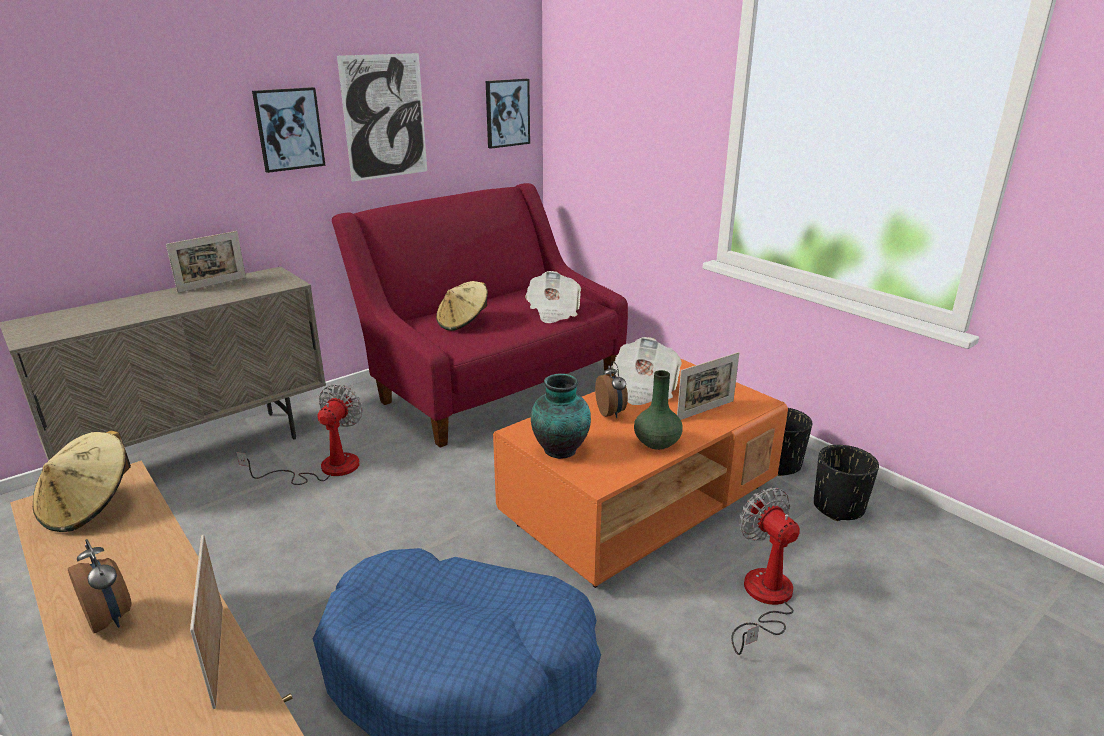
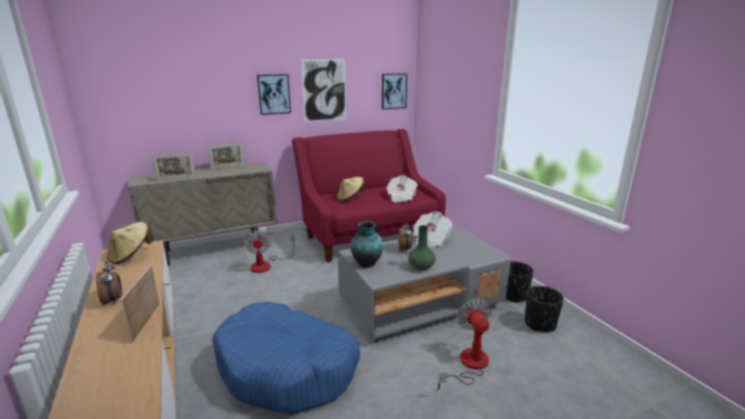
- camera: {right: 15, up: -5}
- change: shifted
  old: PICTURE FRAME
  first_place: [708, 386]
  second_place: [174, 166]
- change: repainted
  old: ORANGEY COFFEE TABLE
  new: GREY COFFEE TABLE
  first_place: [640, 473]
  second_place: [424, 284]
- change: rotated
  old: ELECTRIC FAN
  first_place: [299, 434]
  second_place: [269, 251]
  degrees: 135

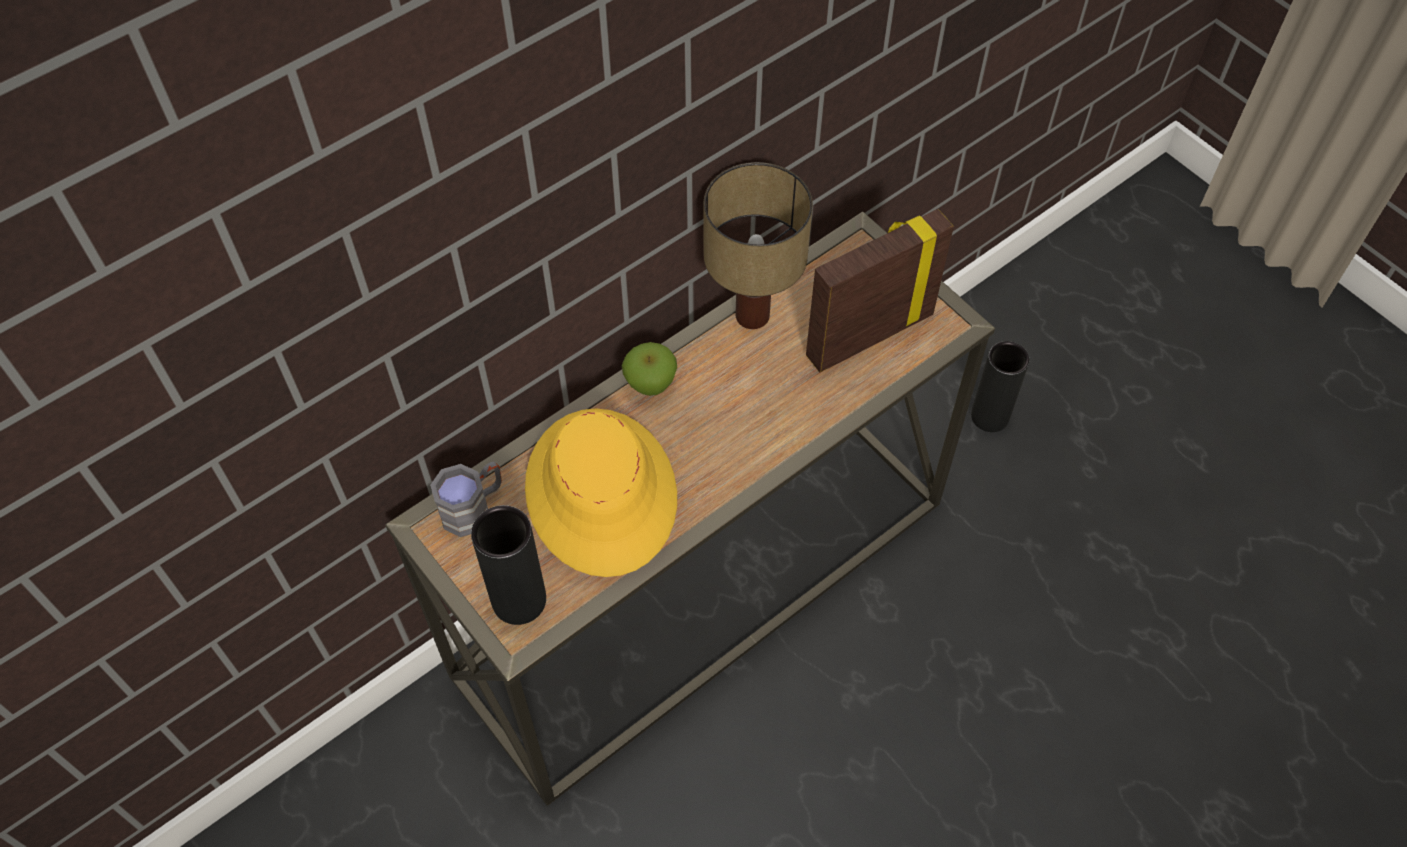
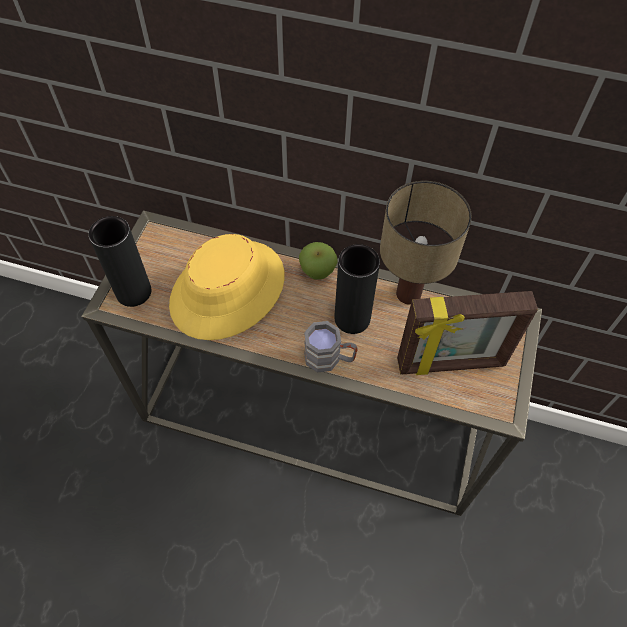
- camera: {right: 55, up: 0}
- change: rotated
  old: PICTURE FRAME
  first_place: [880, 290]
  second_place: [467, 333]
  degrees: 150
- change: shifted
  old: BLACKISH DECORATIVE VASE
  first_place: [1000, 386]
  second_place: [357, 289]
- change: shifted
  old: GREY COFFEE MUG
  first_place: [466, 499]
  second_place: [331, 347]

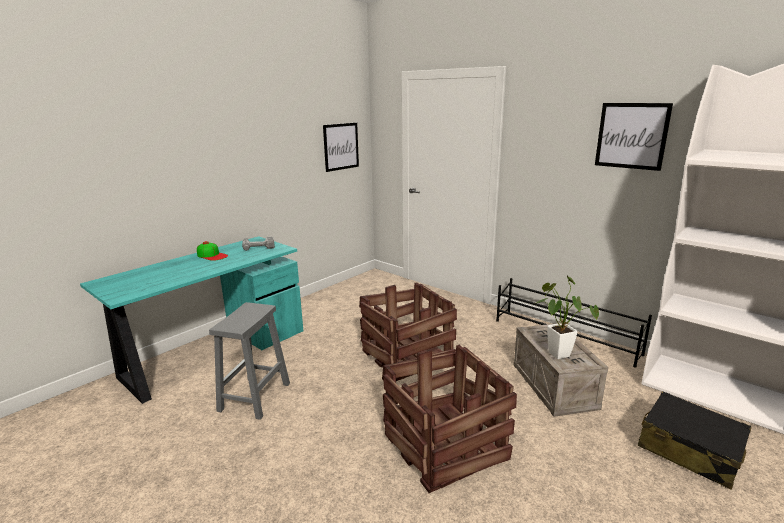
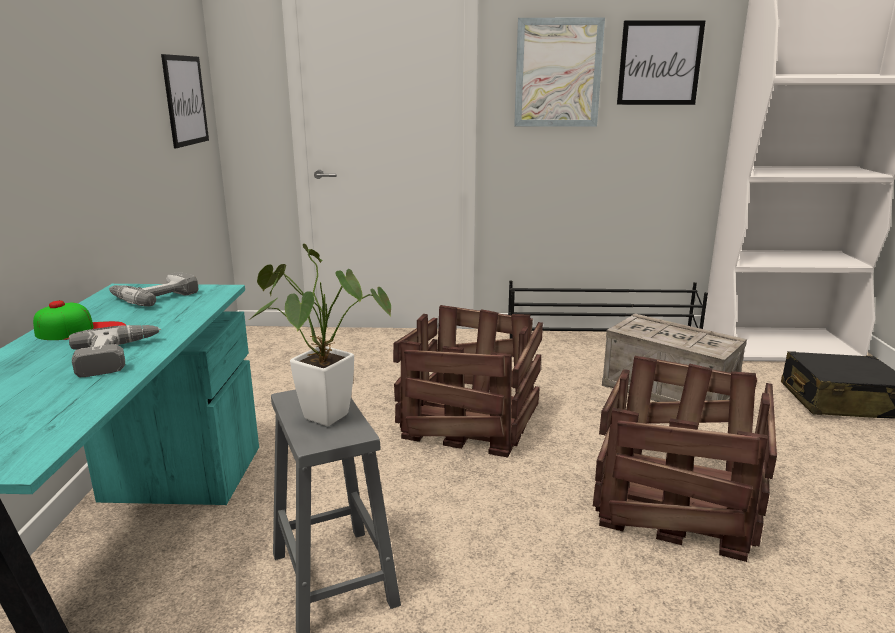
- camera: {right: -40, up: 0}
- change: shifted
  old: PLANT IN A POT
  first_place: [567, 317]
  second_place: [320, 335]
- change: new
  new: WALL ART
  second_place: [559, 72]
- change: new
  new: ELECTRIC DRILL
  second_place: [115, 351]

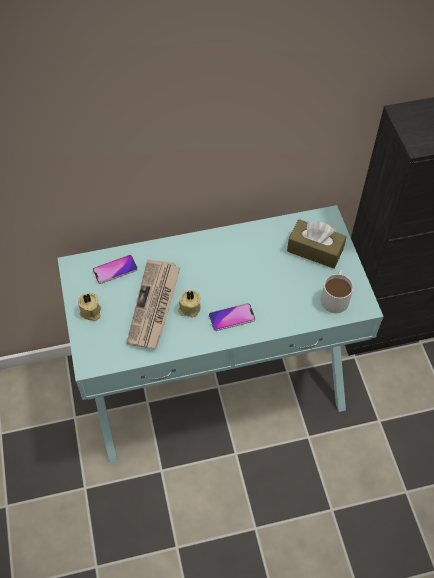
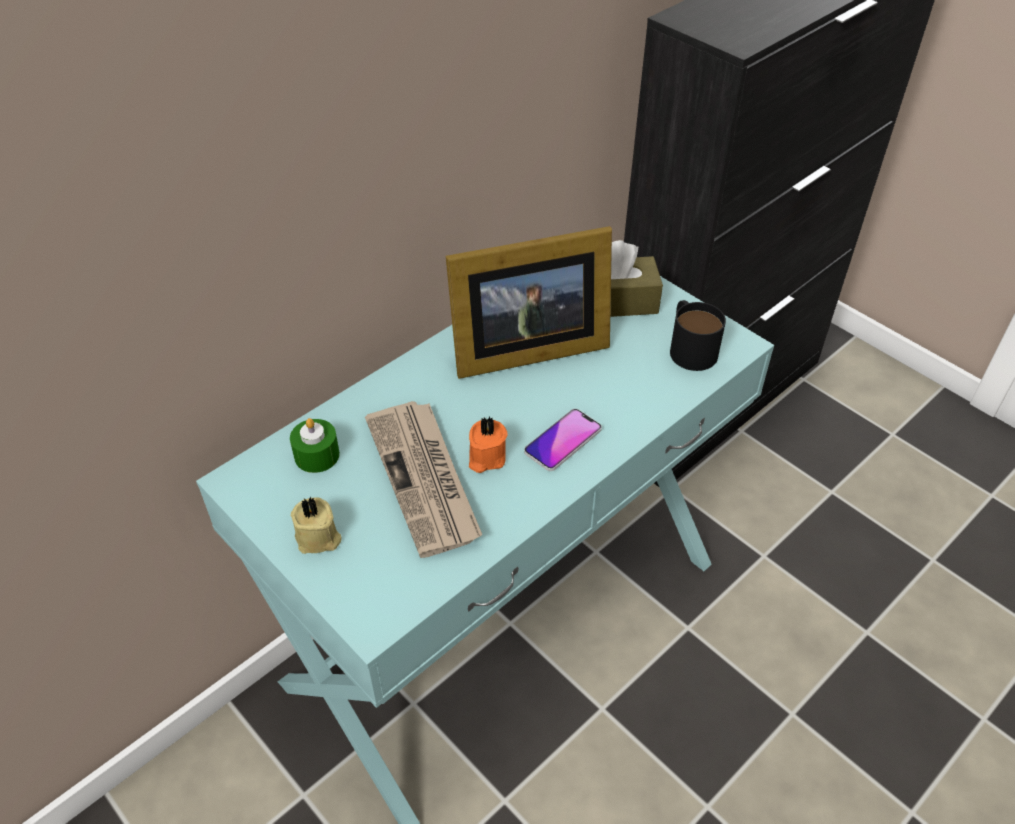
- camera: {right: -30, up: -10}
- change: swapped
  old: TELEPHONE
  new: GREENISH CANDLE
  first_place: [115, 269]
  second_place: [315, 445]
- change: repainted
  old: WHITE COFFEE MUG
  new: BLACKISH COFFEE MUG
  first_place: [337, 291]
  second_place: [698, 335]
- change: repainted
  old: SAND-COLOURED CANDLE
  new: ORANGEY CANDLE
  first_place: [189, 304]
  second_place: [488, 445]
- change: new
  new: PICTURE FRAME
  second_place: [529, 302]

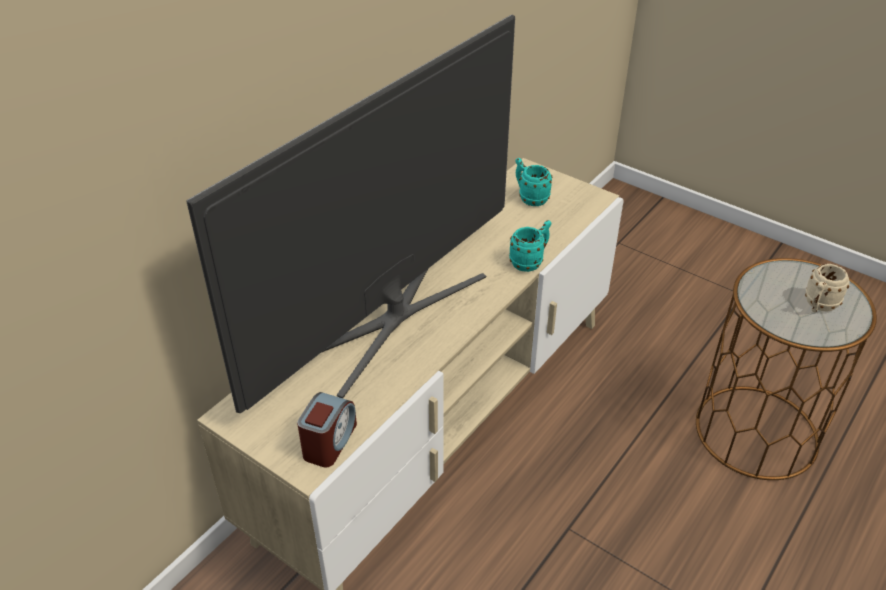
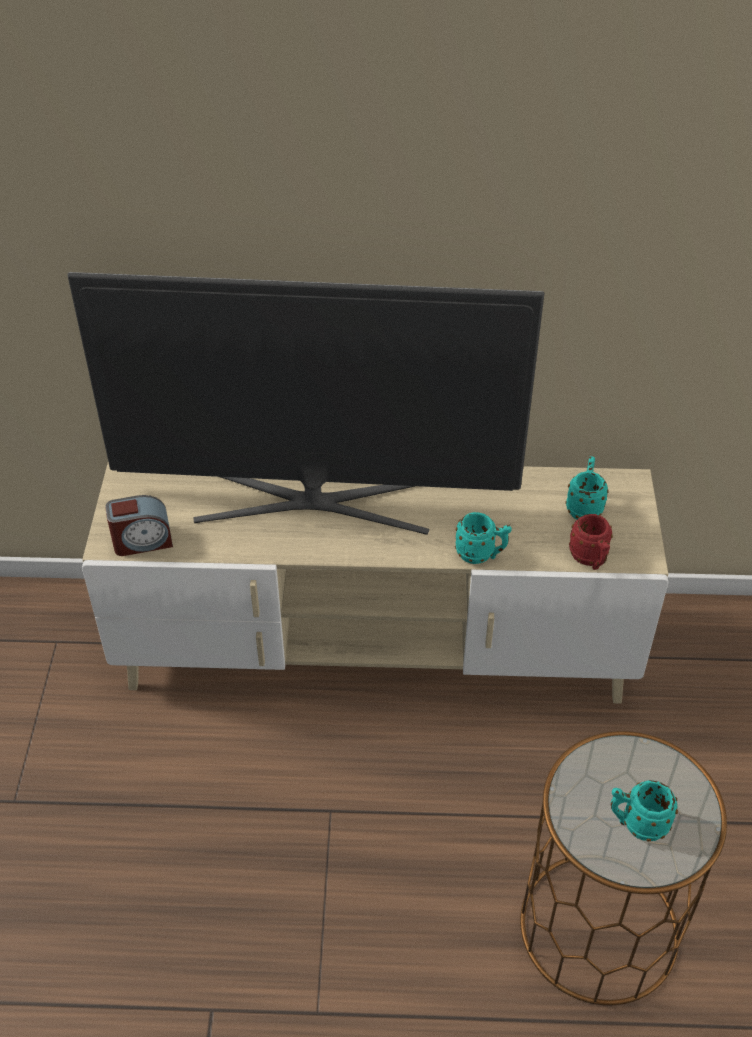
- camera: {right: 55, up: 5}
- change: repainted
  old: SAND-COLOURED COFFEE MUG
  new: BLUE-GREEN COFFEE MUG
  first_place: [827, 288]
  second_place: [644, 810]
- change: new
  new: REDDISH COFFEE MUG
  second_place: [591, 542]

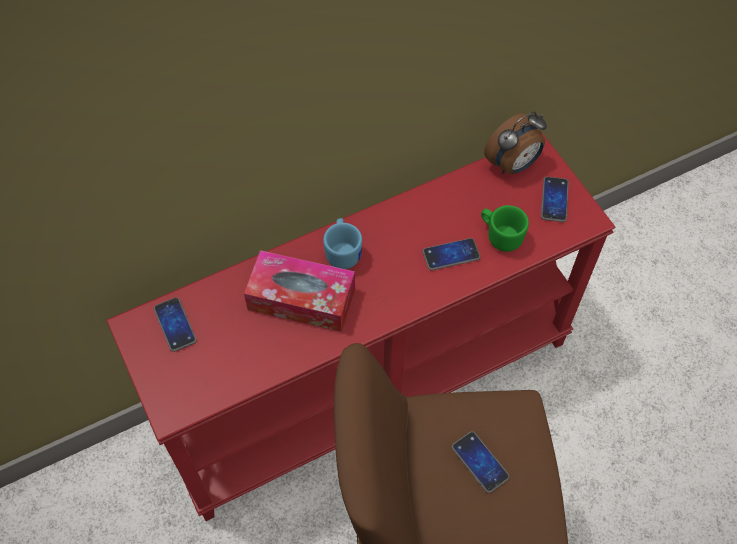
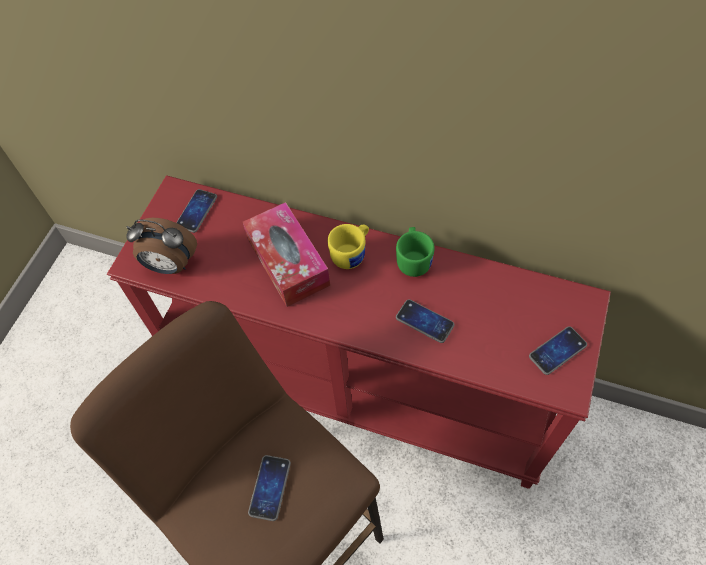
- camera: {right: 50, up: 0}
- change: shifted
  old: BEDSIDE CLOCK
  first_place: [515, 143]
  second_place: [161, 246]
- change: shifted
  old: GREENISH COFFEE MUG
  first_place: [505, 228]
  second_place: [415, 252]
- change: repainted
  old: BLUE-COLOURED COFFEE MUG
  new: YELLOW COFFEE MUG
  first_place: [342, 243]
  second_place: [348, 246]

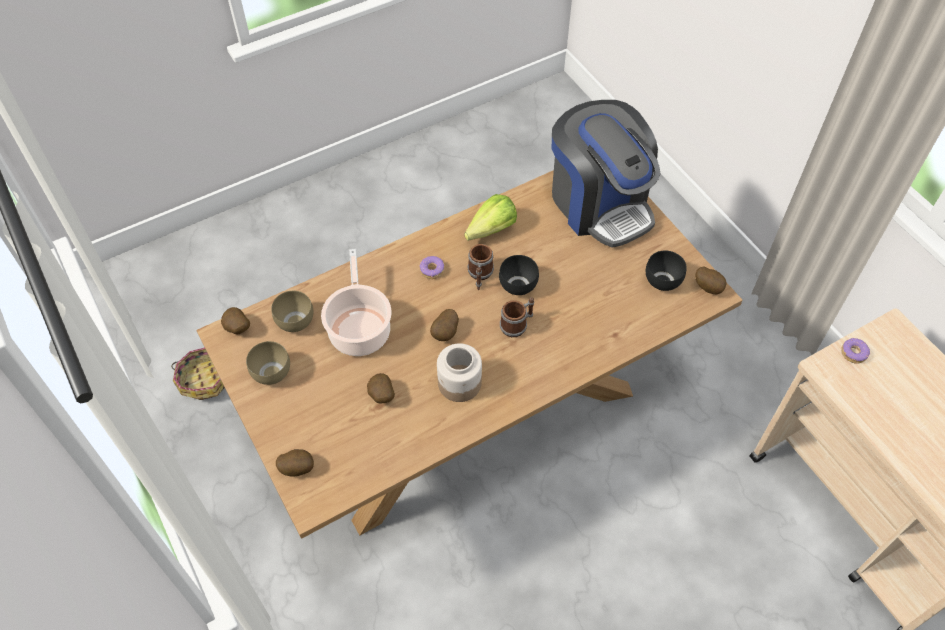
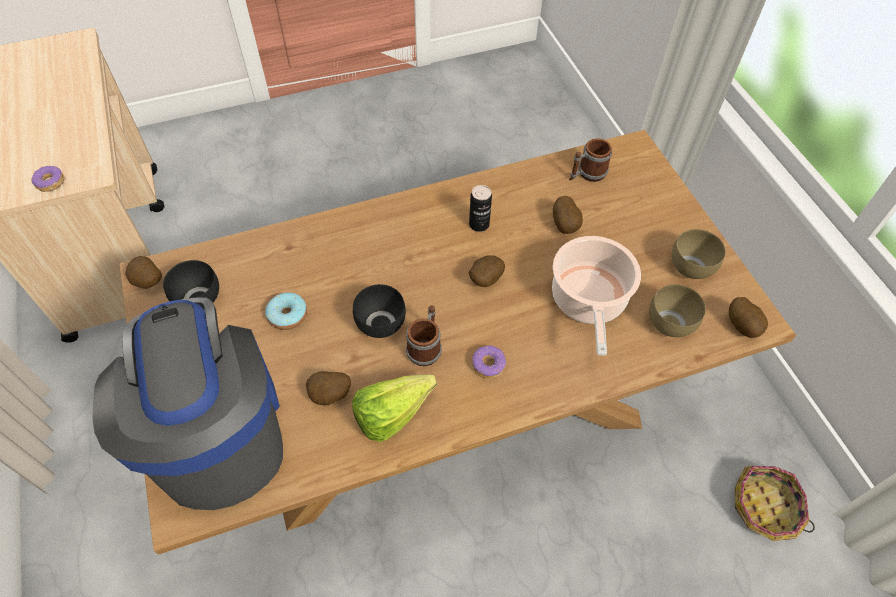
- camera: {right: -170, up: 0}
- change: shifted
  old: COFFEE MUG
  first_place: [517, 317]
  second_place: [590, 160]
- change: swapped
  old: STORAGE JAR
  new: SEALED CAN
  first_place: [459, 372]
  second_place: [480, 208]
- change: shifted
  old: WHOLE POTATO
  first_place: [295, 463]
  second_place: [328, 388]
- change: new
  new: DONUT
  second_place: [286, 311]

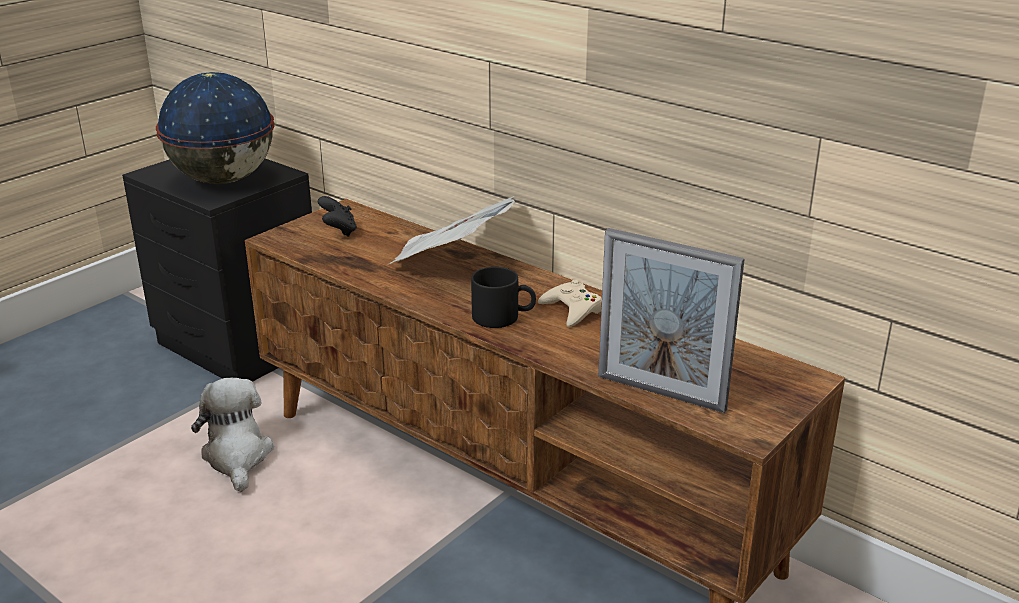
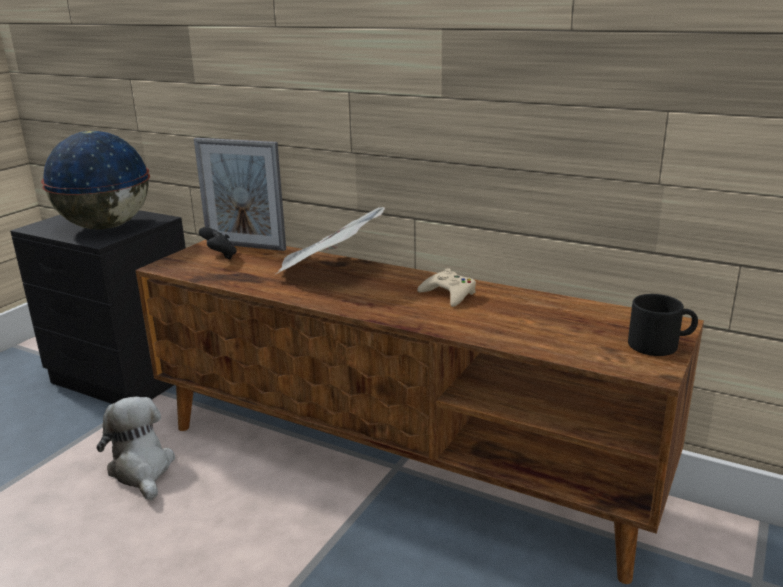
- camera: {right: -10, up: -5}
- change: shifted
  old: PICTURE FRAME
  first_place: [671, 320]
  second_place: [240, 194]
- change: shifted
  old: BLACKISH COFFEE MUG
  first_place: [503, 297]
  second_place: [663, 325]

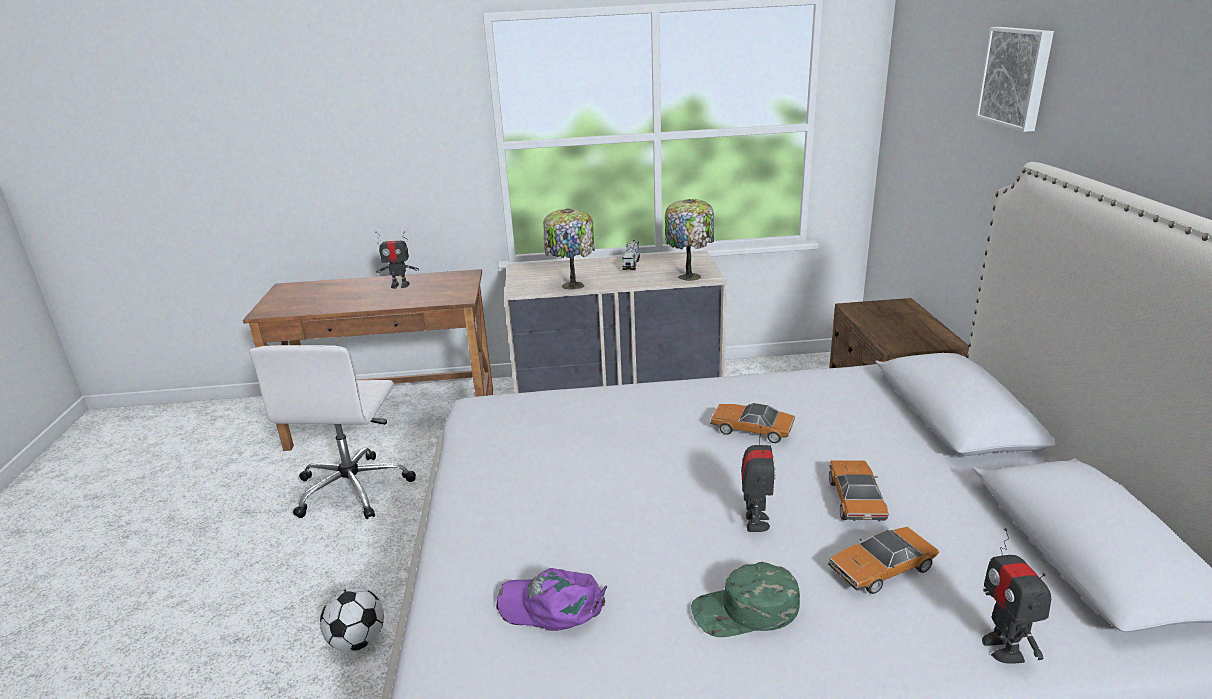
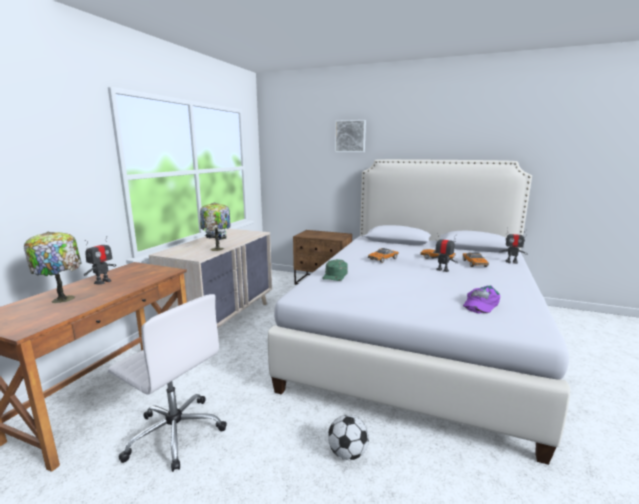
- camera: {right: -65, up: -10}
- change: shifted
  old: LAMP FOR A TABLE
  first_place: [689, 240]
  second_place: [53, 267]
- change: shifted
  old: GREENISH CAP
  first_place: [745, 599]
  second_place: [335, 270]

